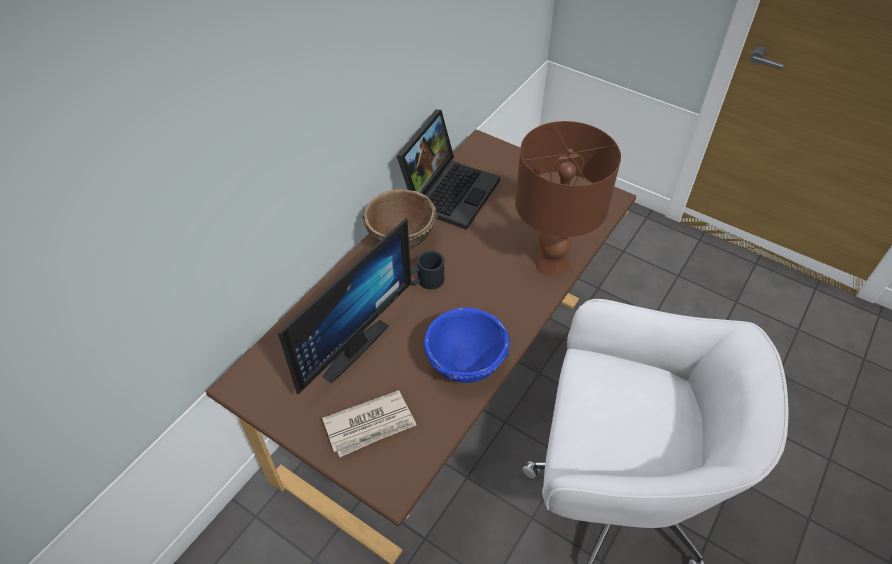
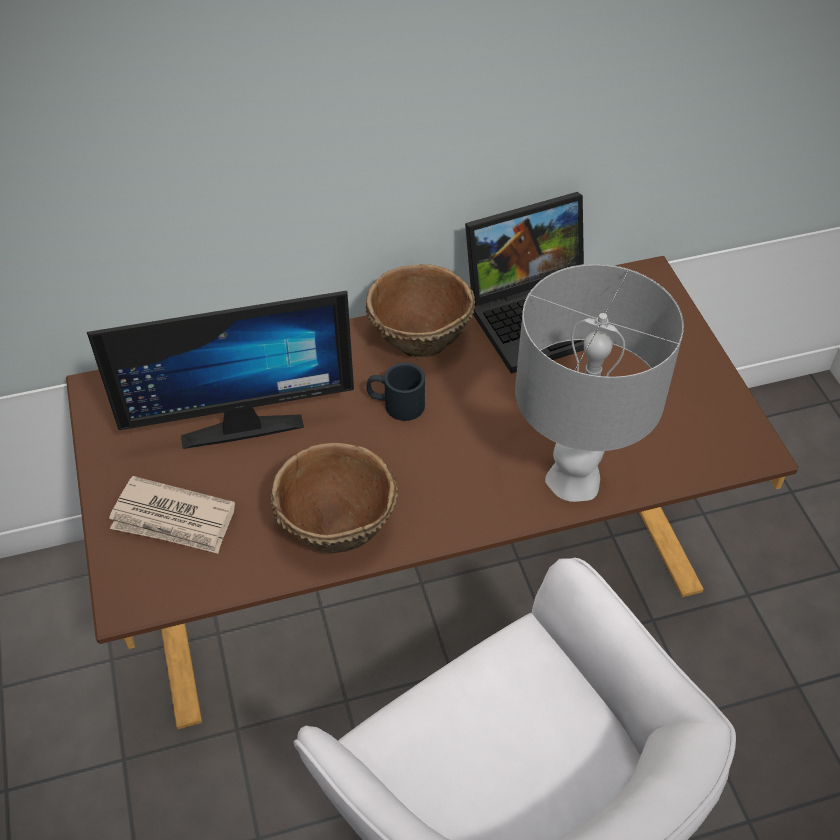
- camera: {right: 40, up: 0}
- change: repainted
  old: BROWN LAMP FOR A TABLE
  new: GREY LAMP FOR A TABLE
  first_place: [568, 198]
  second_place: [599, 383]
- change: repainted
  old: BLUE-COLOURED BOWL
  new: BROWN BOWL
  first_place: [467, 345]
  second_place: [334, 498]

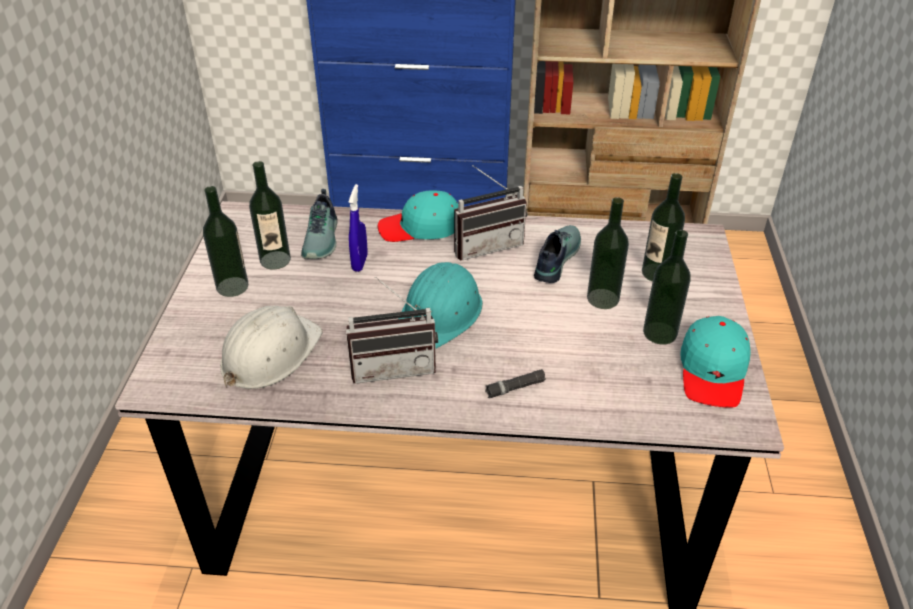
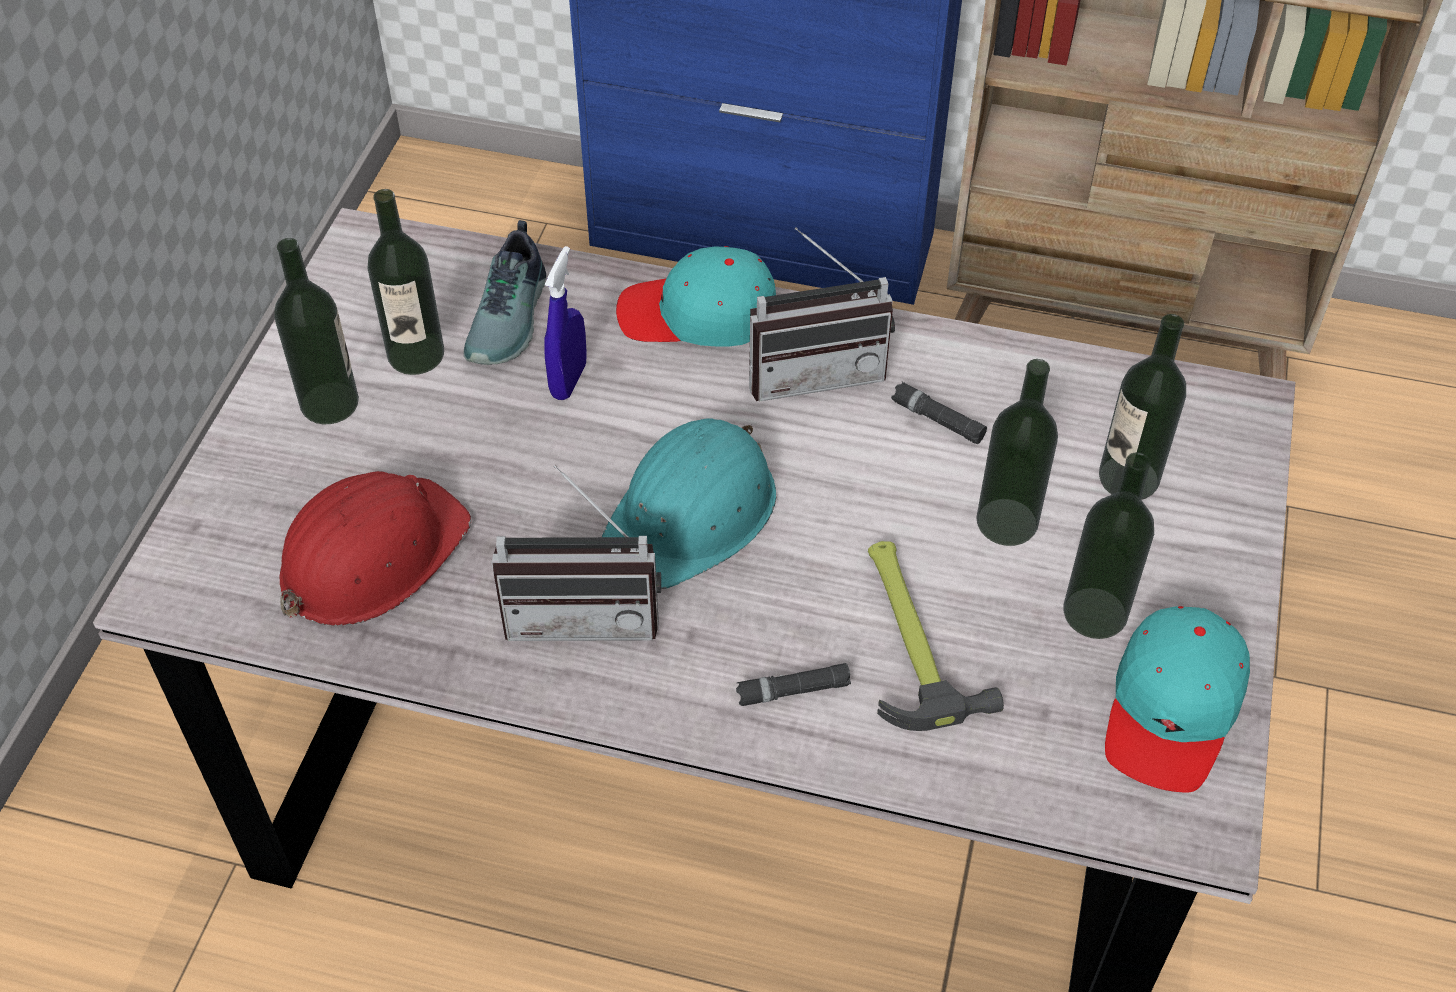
- camera: {right: 10, up: 10}
- change: swapped
  old: ITEM OF FOOTWEAR
  new: BLACKISH TORCH
  first_place: [557, 254]
  second_place: [939, 412]
- change: repainted
  old: WHITE WORK HELMET
  new: REDDISH WORK HELMET
  first_place: [271, 347]
  second_place: [375, 548]
- change: new
  new: TOOL HAMMER
  second_place: [936, 636]

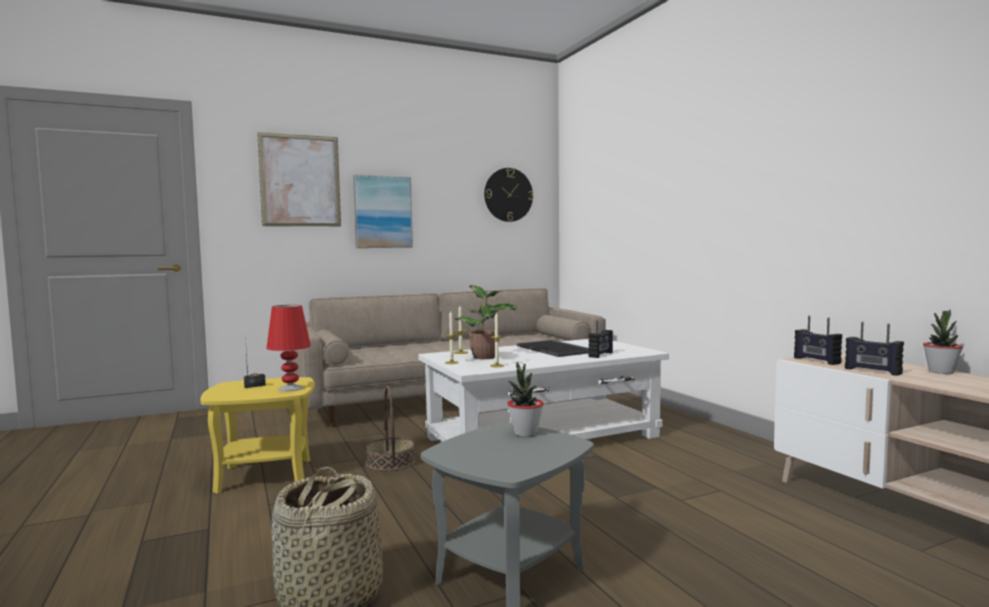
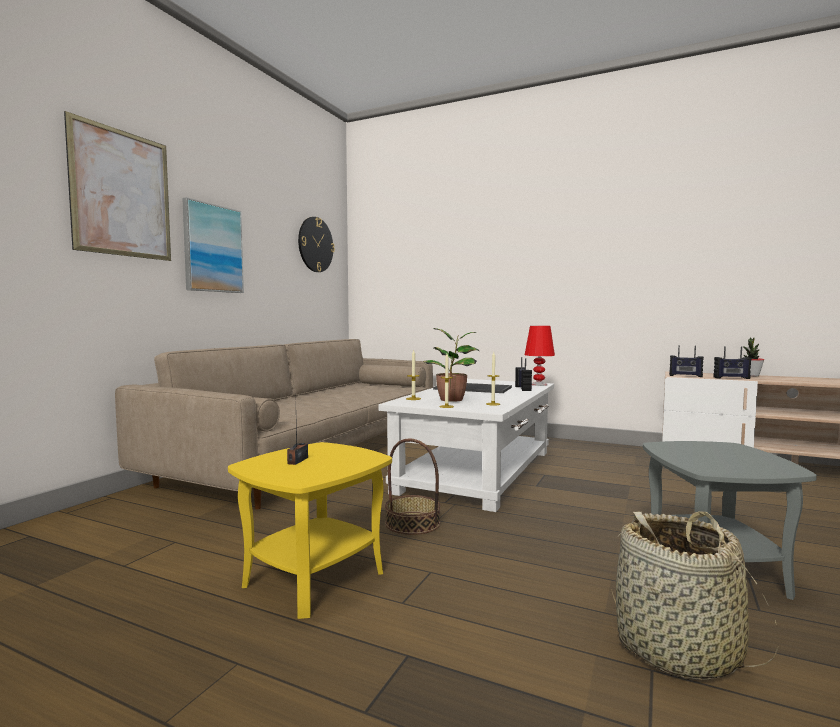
- camera: {right: -40, up: 0}
- change: shifted
  old: REDDISH LAMP FOR A TABLE
  first_place: [288, 348]
  second_place: [540, 356]
- change: gone
  old: PLANT IN A POT
  first_place: [525, 399]

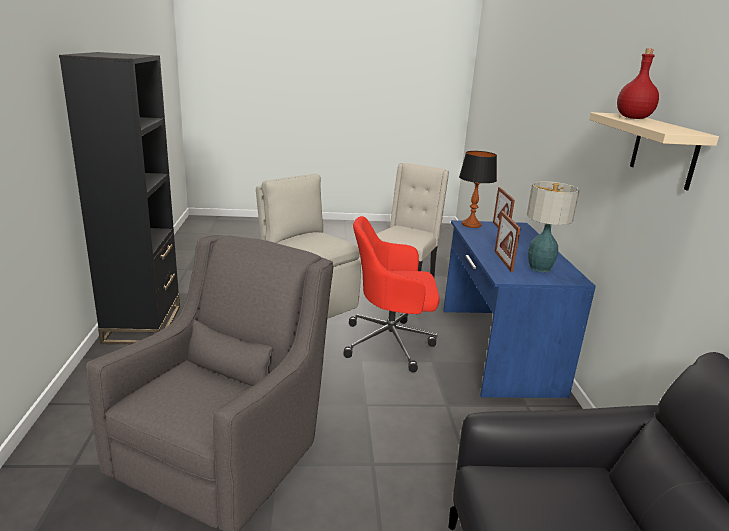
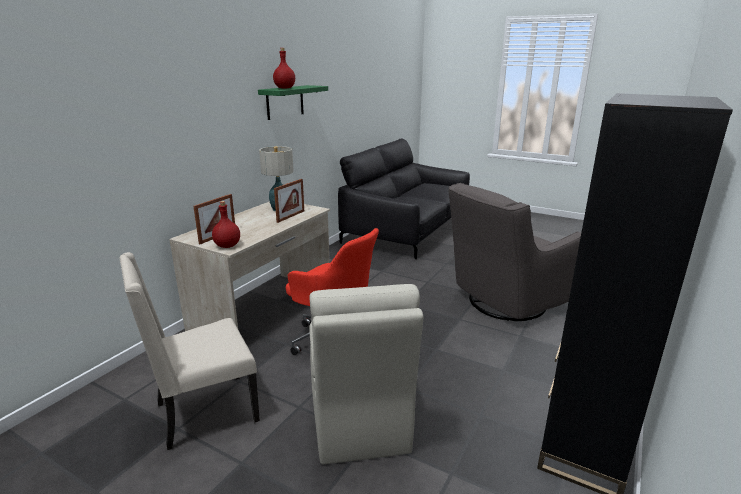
- camera: {right: -145, up: 0}
- change: repainted
  old: SAND-COLOURED WALL SHELF
  new: GREENISH WALL SHELF
  first_place: [654, 151]
  second_place: [293, 102]
- change: swapped
  old: LAMP FOR A TABLE
  new: REDDISH BOTTLE
  first_place: [478, 189]
  second_place: [226, 224]
- change: repainted
  old: BLUE-COLOURED DESK TABLE
  new: SAND-COLOURED DESK TABLE
  first_place: [519, 309]
  second_place: [249, 266]

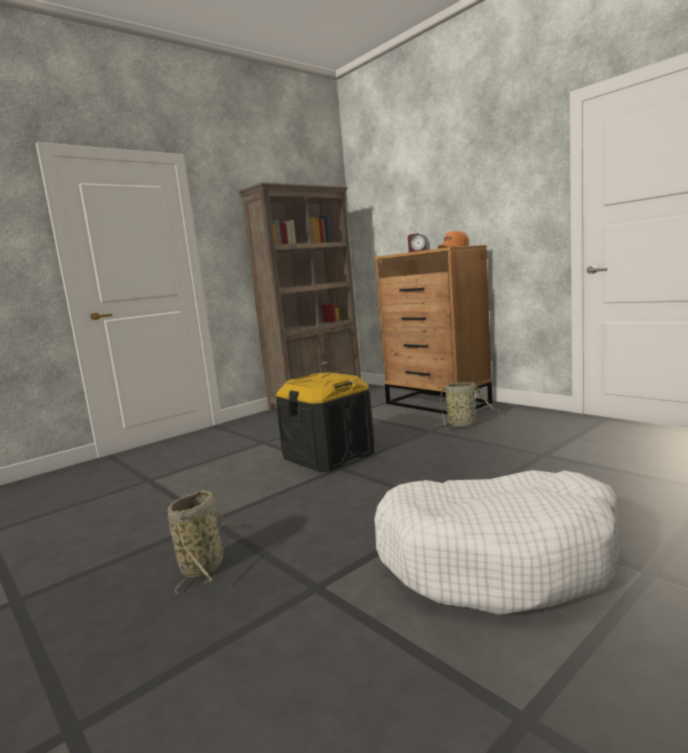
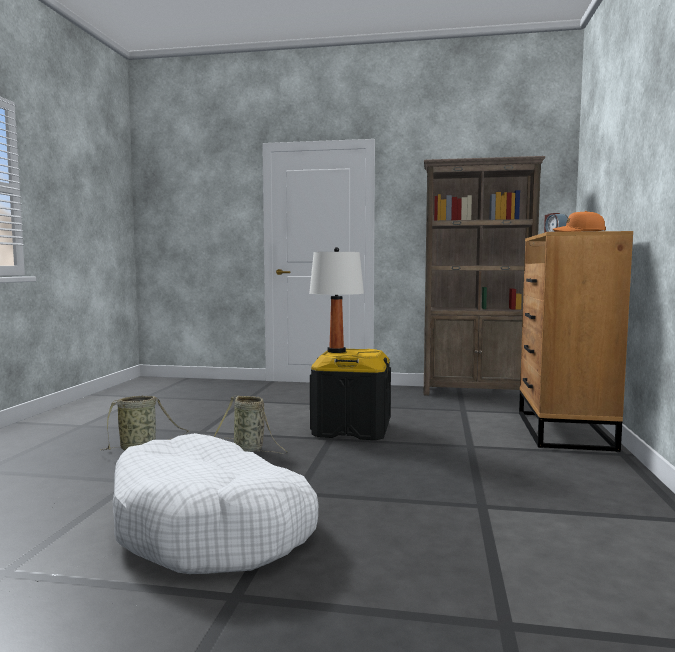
- camera: {right: 50, up: -5}
- change: shifted
  old: STORAGE BASKET
  first_place: [467, 404]
  second_place: [251, 424]
- change: new
  new: WHITE LAMP FOR A TABLE
  second_place: [336, 300]

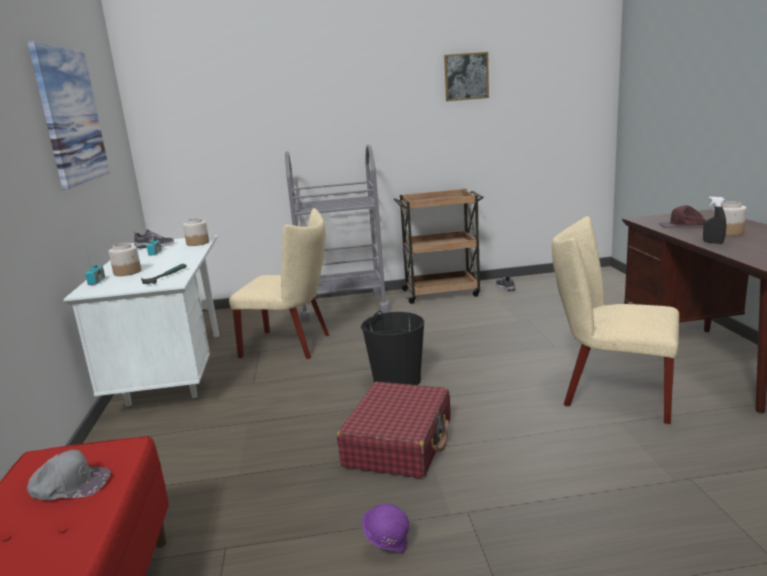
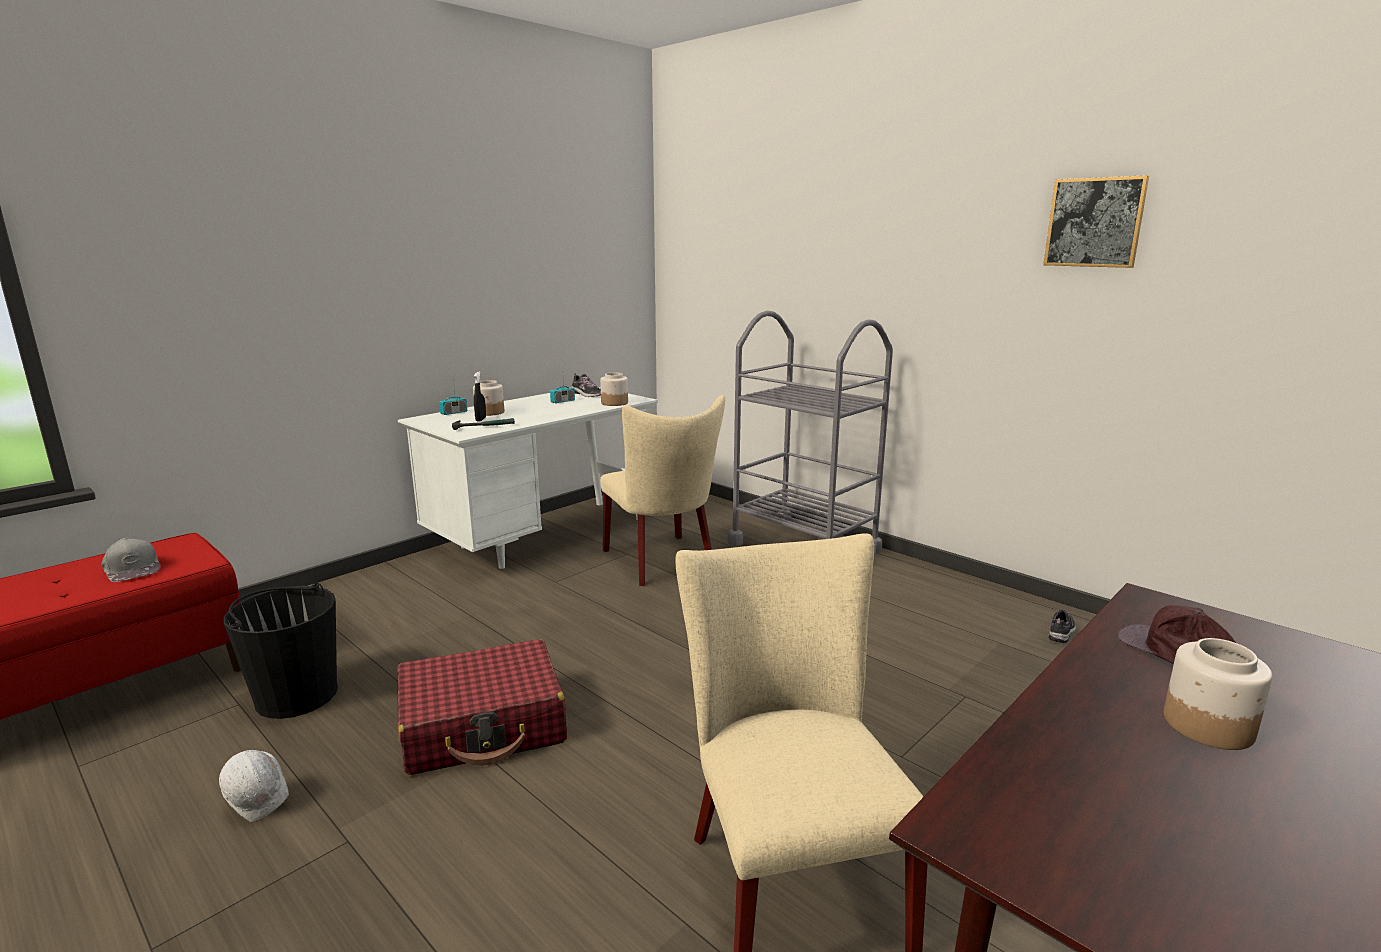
- camera: {right: 50, up: 0}
- change: gone
  old: WALL ART
  first_place: [68, 115]
- change: gone
  old: BROWN WHEELED CART
  first_place: [439, 246]
- change: shifted
  old: BLACKISH HAND SPRAYER
  first_place: [714, 220]
  second_place: [480, 396]
- change: shifted
  old: BLACKISH WATER BUCKET
  first_place: [392, 348]
  second_place: [281, 651]
- change: repainted
  old: PURPLISH WORK HELMET
  new: WHITE WORK HELMET
  first_place: [386, 528]
  second_place: [254, 786]

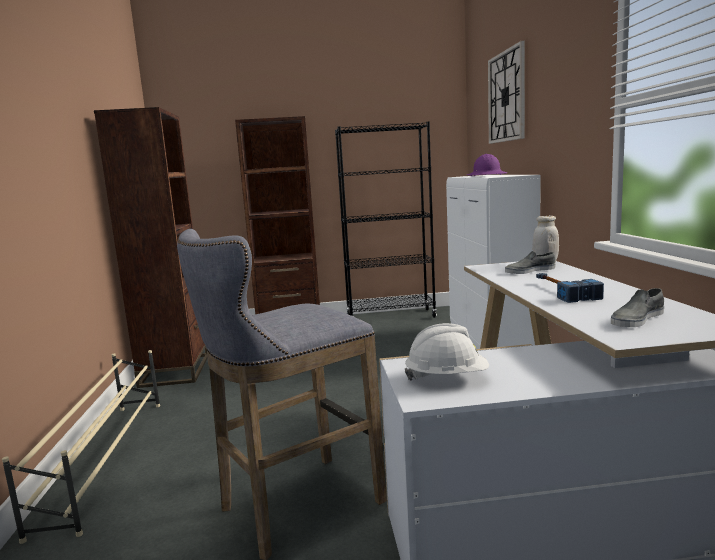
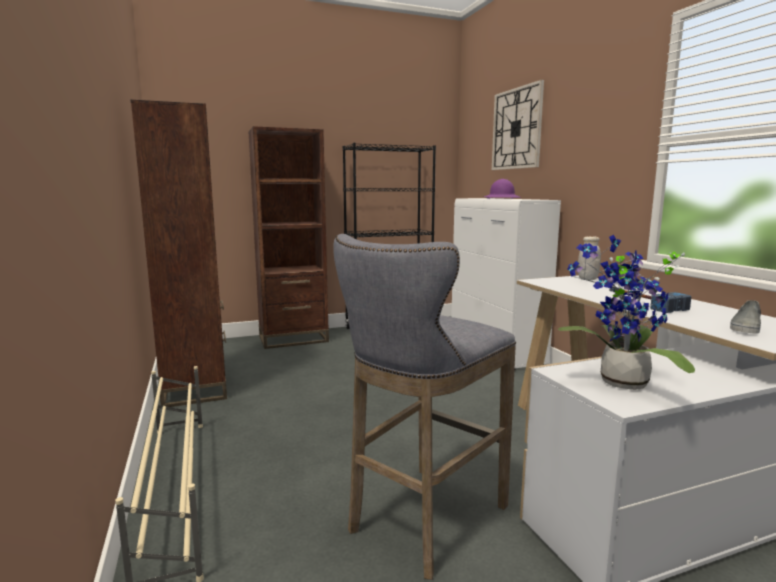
- camera: {right: -15, up: 0}
- change: gone
  old: GREY ITEM OF FOOTWEAR
  first_place: [530, 262]
- change: swapped
  old: WHITE WORK HELMET
  new: PLANT IN A POT
  first_place: [447, 352]
  second_place: [626, 312]

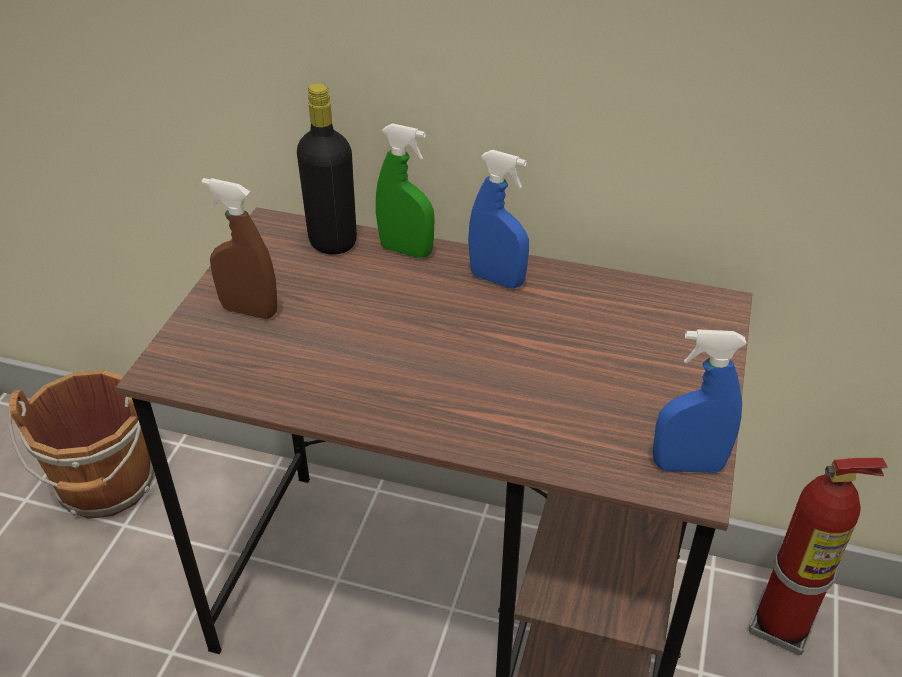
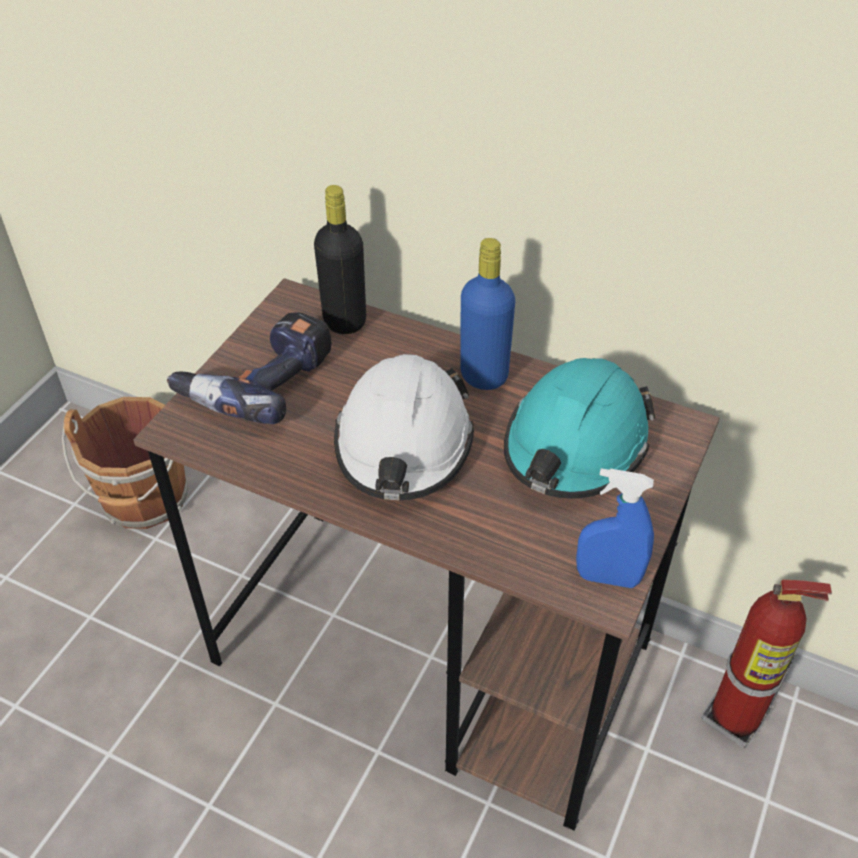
- camera: {right: 10, up: 5}
- change: gone
  old: GREENISH HAND SPRAYER
  first_place: [405, 190]
- change: swapped
  old: BLUE-COLOURED HAND SPRAYER
  new: BLUE-COLOURED BOTTLE
  first_place: [498, 219]
  second_place: [487, 314]
- change: swapped
  old: BROWN HAND SPRAYER
  new: ELECTRIC DRILL
  first_place: [239, 248]
  second_place: [249, 368]
- change: new
  new: WHITE WORK HELMET
  second_place: [404, 427]
- change: new
  new: BLUE-GREEN WORK HELMET
  second_place: [579, 428]

